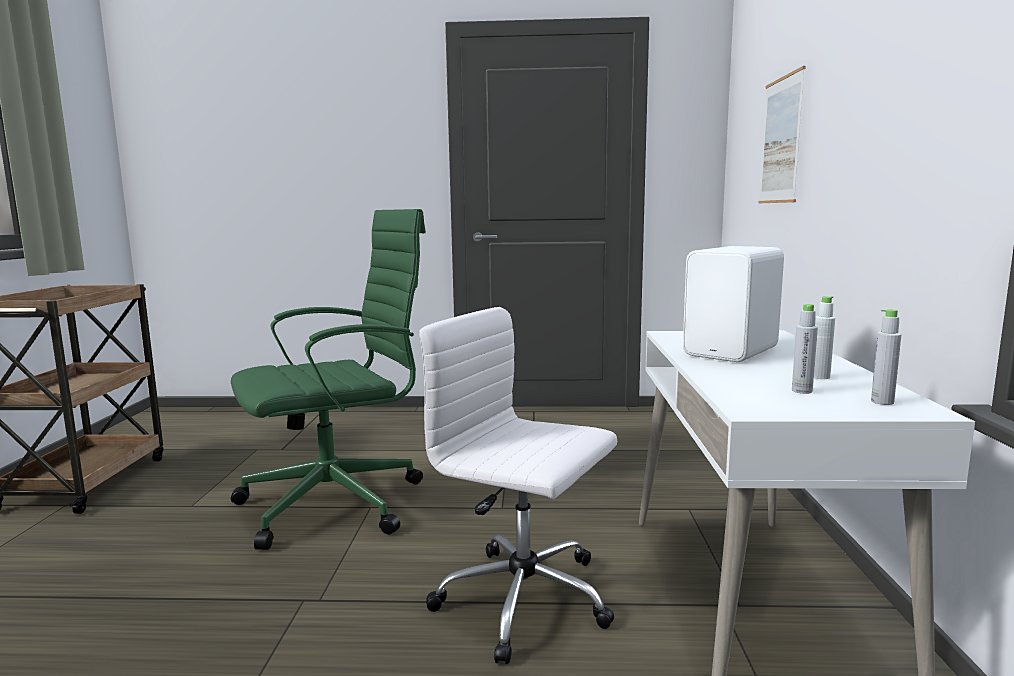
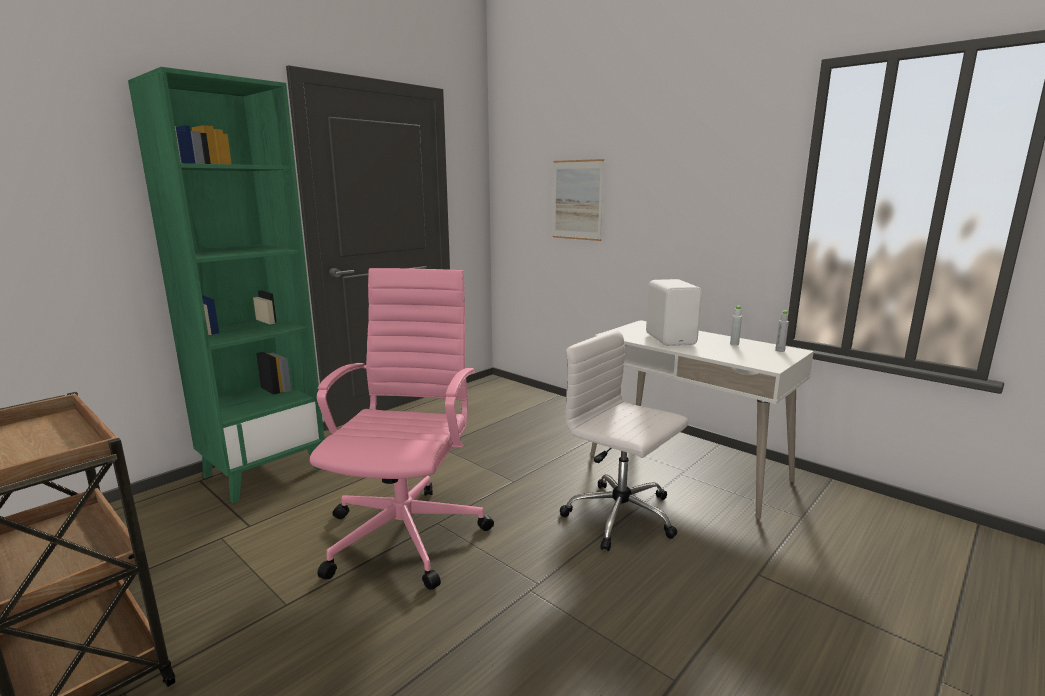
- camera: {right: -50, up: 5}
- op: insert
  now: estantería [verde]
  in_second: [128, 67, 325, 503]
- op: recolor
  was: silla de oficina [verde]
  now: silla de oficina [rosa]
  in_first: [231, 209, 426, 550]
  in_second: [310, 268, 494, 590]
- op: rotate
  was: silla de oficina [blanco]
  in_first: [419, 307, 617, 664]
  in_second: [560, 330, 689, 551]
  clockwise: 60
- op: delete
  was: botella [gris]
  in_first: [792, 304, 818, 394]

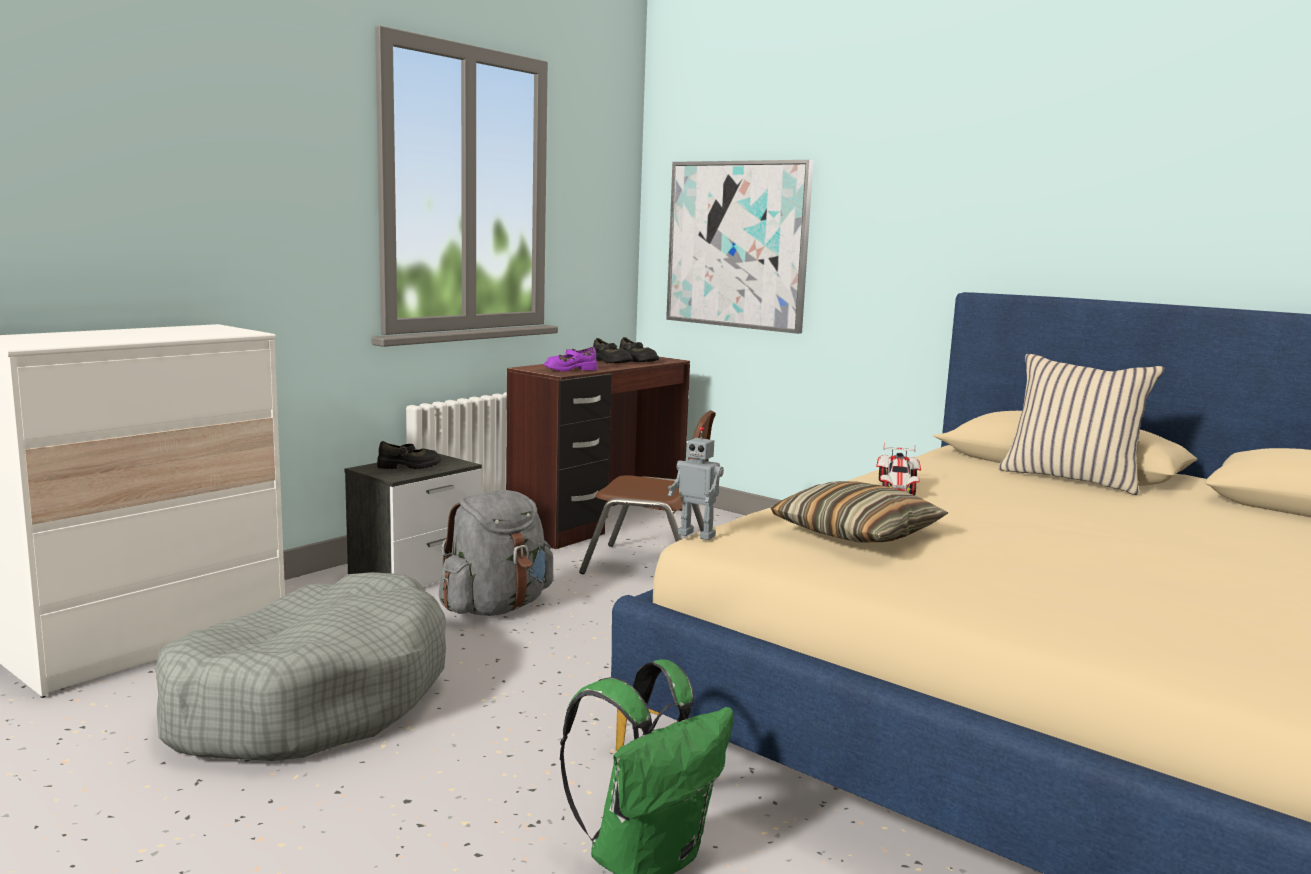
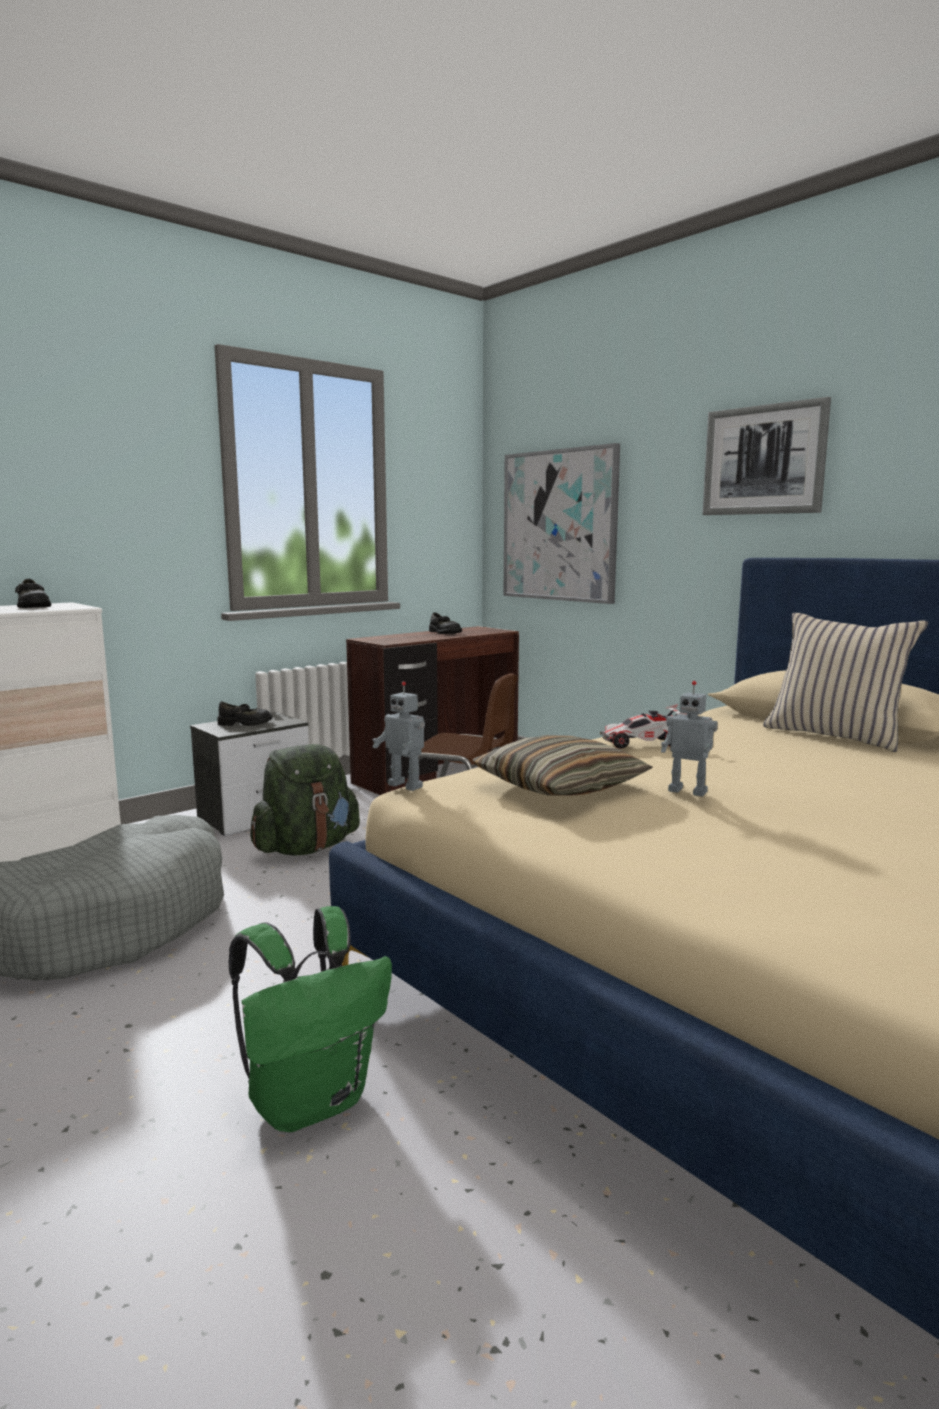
- camera: {right: 10, up: 0}
- op: move
  was: zapato [negro]
  in_first: [620, 337, 659, 362]
  in_second: [15, 579, 51, 608]
- op: recolor
  was: mochila [gris]
  now: mochila [verde]
  in_first: [439, 490, 553, 616]
  in_second: [250, 744, 360, 856]
- op: rotate
  was: coche de juguete
  in_first: [876, 443, 921, 495]
  in_second: [600, 704, 687, 749]
  clockwise: 60
- op: insert
  now: robot de juguete
  in_second: [661, 681, 718, 797]
- op: insert
  now: cuadro
  in_second: [702, 397, 831, 515]
- op: delete
  was: zapato [morado]
  in_first: [544, 347, 597, 371]

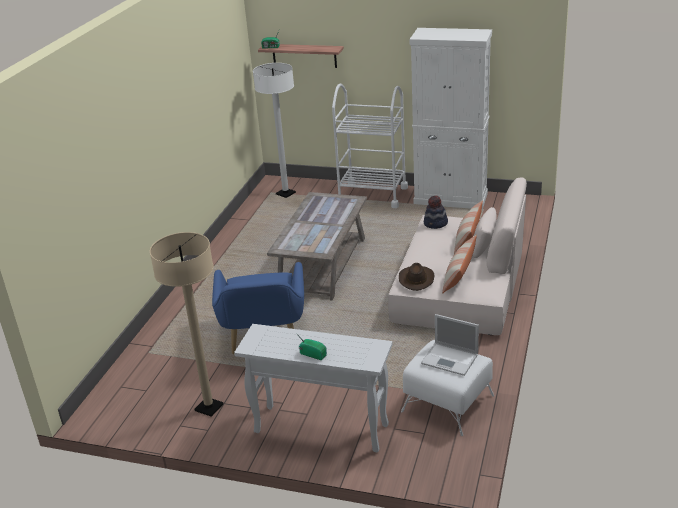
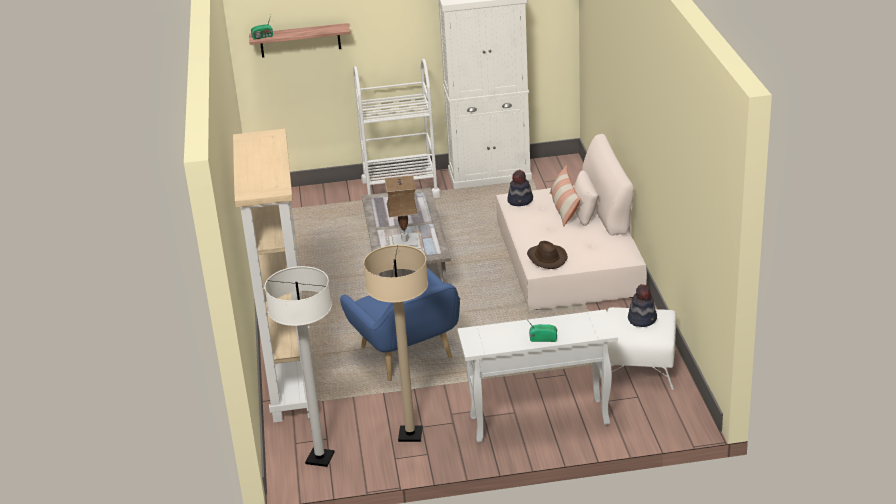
- camera: {right: -25, up: 0}
- op: insert
  now: estantería [beis]
  in_second: [233, 129, 310, 423]
- op: move
  was: lámpara de pie [blanco]
  in_first: [253, 63, 296, 198]
  in_second: [265, 266, 335, 467]
- op: insert
  now: lámpara de mesa
  in_second: [384, 175, 424, 251]
- op: replace
  was: portátil
  now: sombrero
  in_first: [421, 314, 479, 376]
  in_second: [628, 284, 657, 327]
- op: delete
  was: cojín
  in_first: [442, 235, 477, 294]

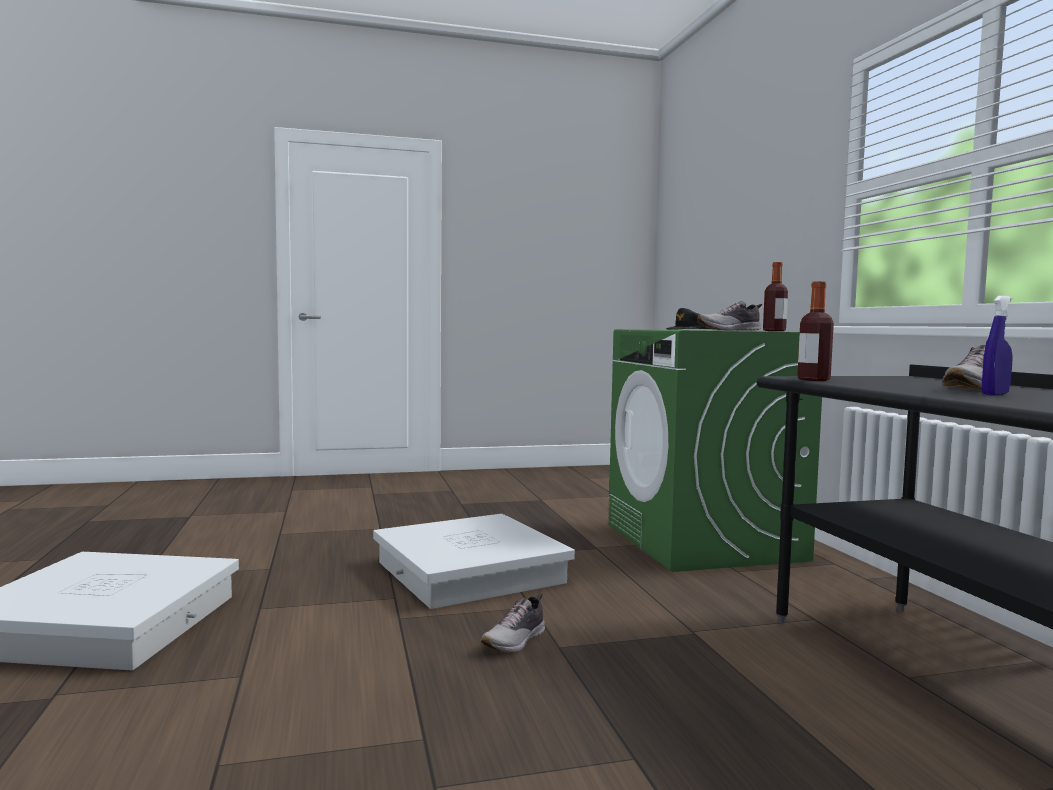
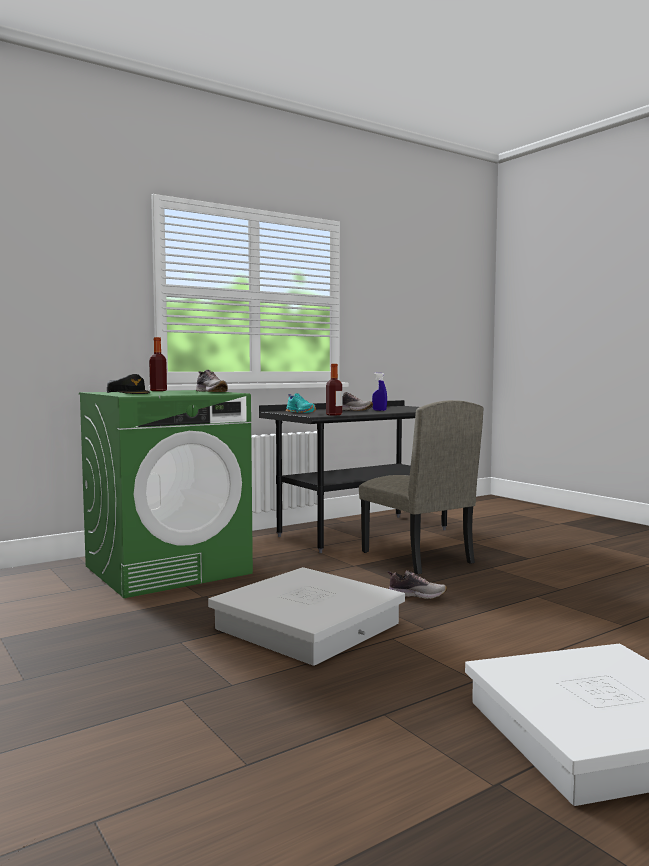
- camera: {right: -110, up: 0}
- op: insert
  now: zapato [turquesa]
  in_second: [286, 393, 316, 413]
- op: insert
  now: silla [beis]
  in_second: [359, 400, 483, 574]

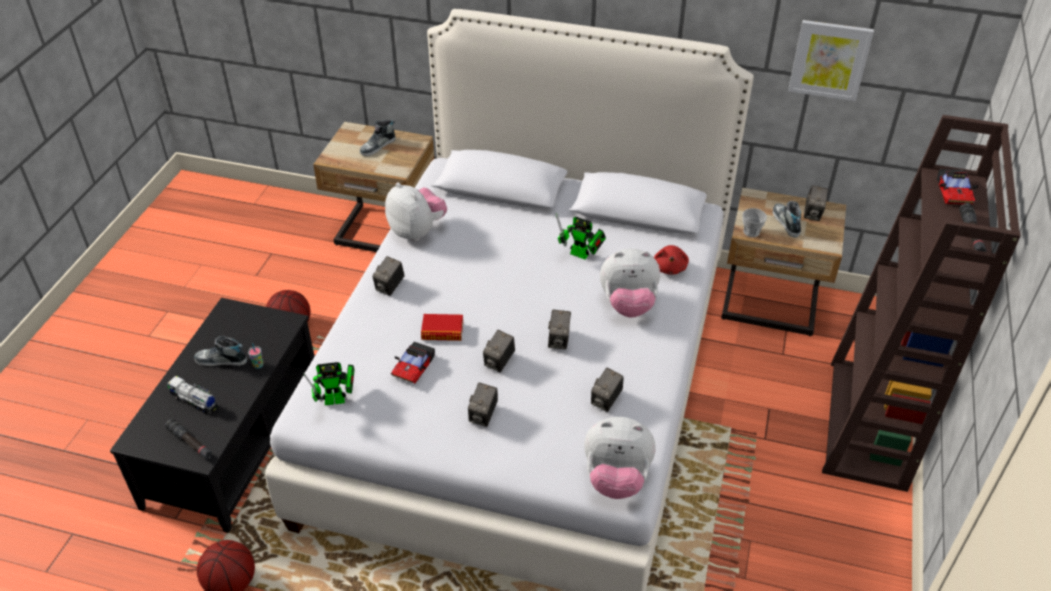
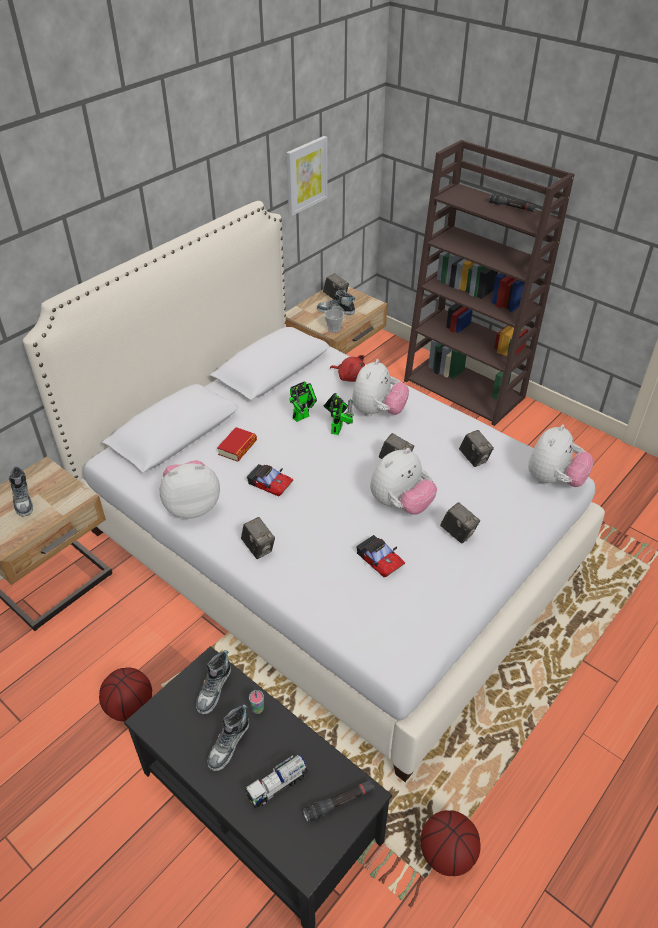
- camera: {right: -65, up: 0}
- op: insert
  now: zapato
  in_second: [196, 650, 231, 714]
- op: move
  was: libro
  in_first: [421, 314, 463, 341]
  in_second: [217, 427, 257, 462]
- op: move
  was: coche de juguete
  in_first: [937, 169, 978, 205]
  in_second: [247, 464, 293, 497]
- op: move
  was: robot de juguete
  in_first: [303, 362, 355, 405]
  in_second: [324, 393, 354, 435]
- op: replace
  was: cámara
  now: peluche
  in_first: [483, 330, 515, 372]
  in_second: [370, 448, 437, 515]

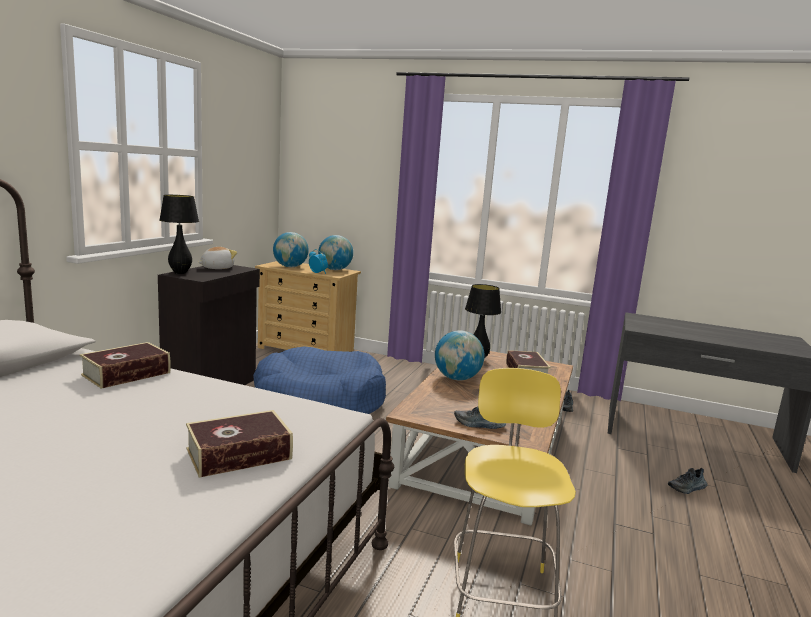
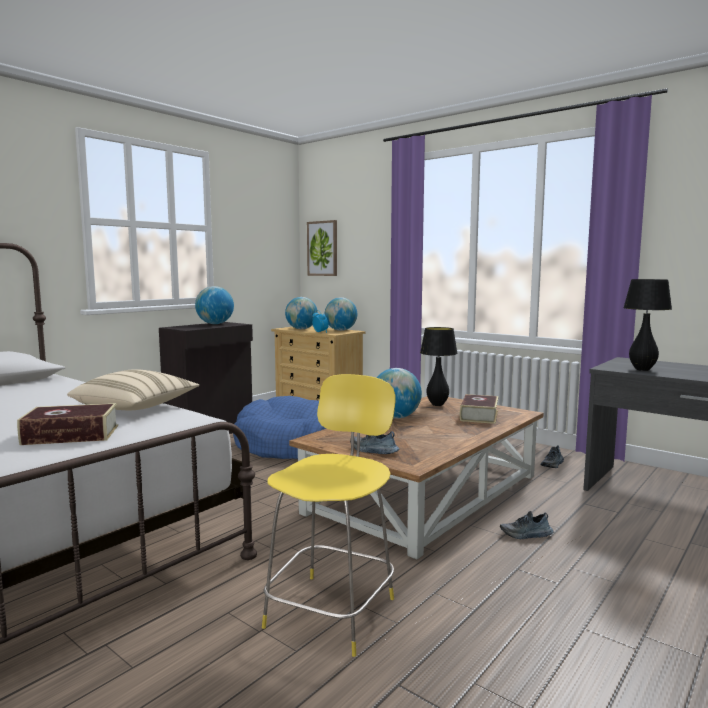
- camera: {right: 20, up: -5}
- op: insert
  now: cojín [beis]
  in_second: [67, 369, 199, 410]
- op: replace
  was: peluche
  now: globo terráqueo
  in_first: [198, 247, 237, 269]
  in_second: [195, 286, 234, 324]
- op: insert
  now: cuadro
  in_second: [307, 220, 337, 276]
- op: move
  was: zapato
  in_first: [668, 468, 708, 494]
  in_second: [500, 511, 554, 539]
- op: move
  was: lámpara de mesa [negro]
  in_first: [159, 195, 199, 274]
  in_second: [623, 279, 672, 371]
- op: delete
  was: libro
  in_first: [80, 342, 171, 389]

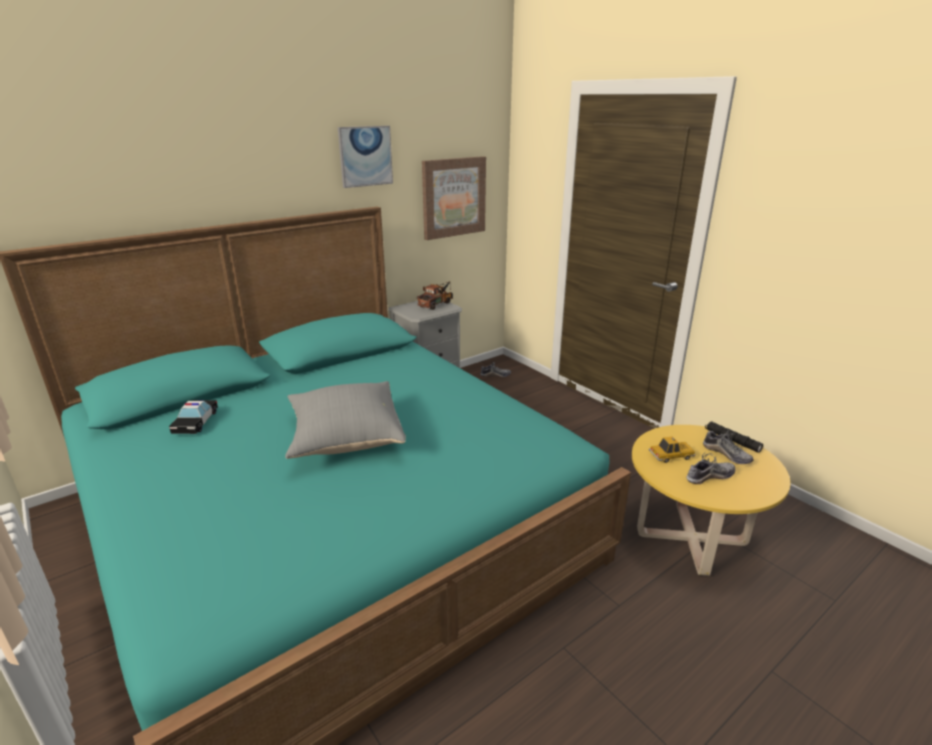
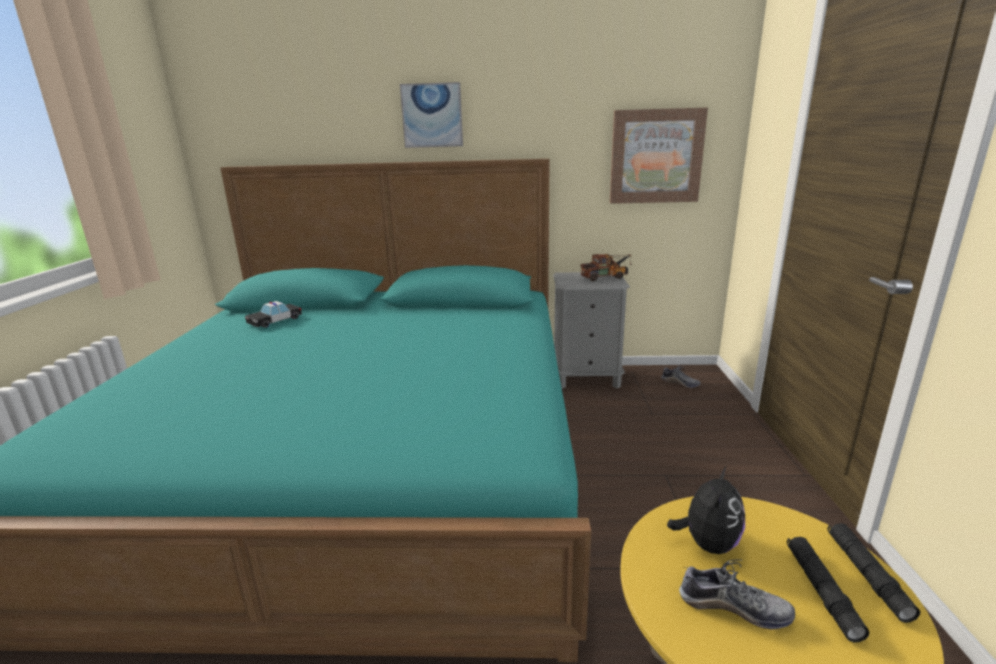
- camera: {right: 40, up: -5}
- op: move
  was: cuadro
  in_first: [338, 126, 393, 188]
  in_second: [400, 82, 463, 148]
- op: replace
  was: coche de juguete
  now: peluche
  in_first: [649, 437, 696, 463]
  in_second: [667, 466, 745, 554]
- op: replace
  was: zapato
  now: linterna [negro]
  in_first: [703, 429, 754, 464]
  in_second: [787, 537, 869, 642]
- op: delete
  was: cojín [gris]
  in_first: [285, 381, 406, 459]

